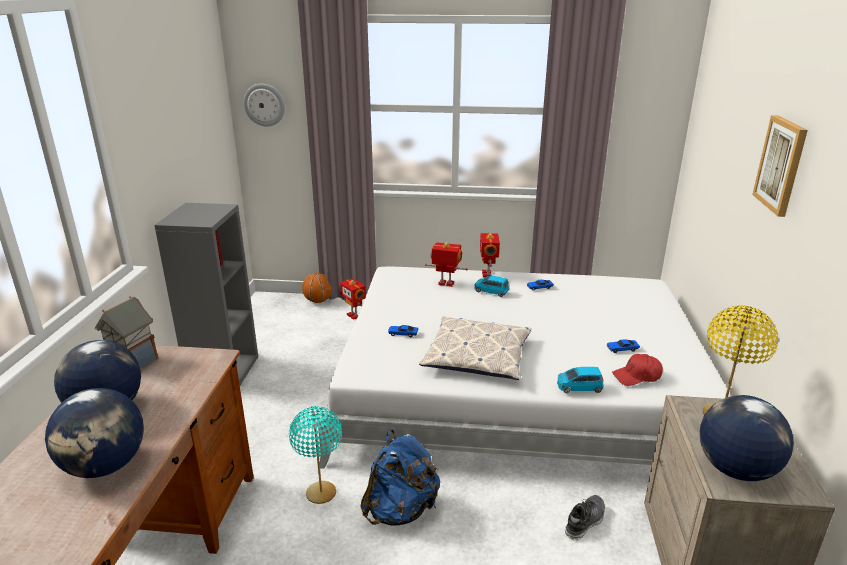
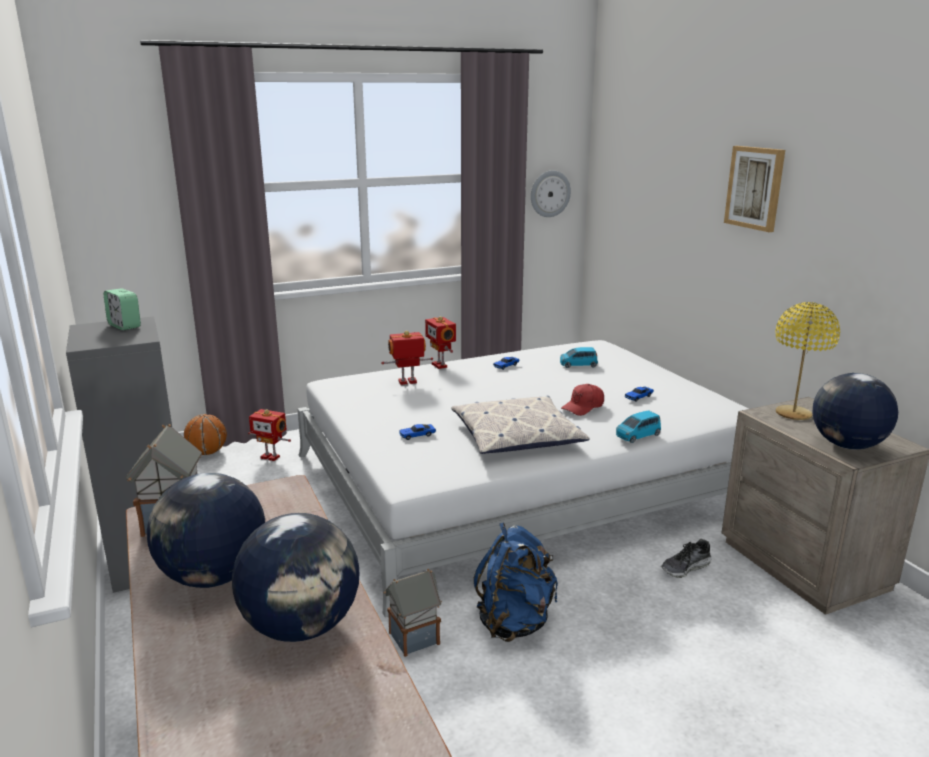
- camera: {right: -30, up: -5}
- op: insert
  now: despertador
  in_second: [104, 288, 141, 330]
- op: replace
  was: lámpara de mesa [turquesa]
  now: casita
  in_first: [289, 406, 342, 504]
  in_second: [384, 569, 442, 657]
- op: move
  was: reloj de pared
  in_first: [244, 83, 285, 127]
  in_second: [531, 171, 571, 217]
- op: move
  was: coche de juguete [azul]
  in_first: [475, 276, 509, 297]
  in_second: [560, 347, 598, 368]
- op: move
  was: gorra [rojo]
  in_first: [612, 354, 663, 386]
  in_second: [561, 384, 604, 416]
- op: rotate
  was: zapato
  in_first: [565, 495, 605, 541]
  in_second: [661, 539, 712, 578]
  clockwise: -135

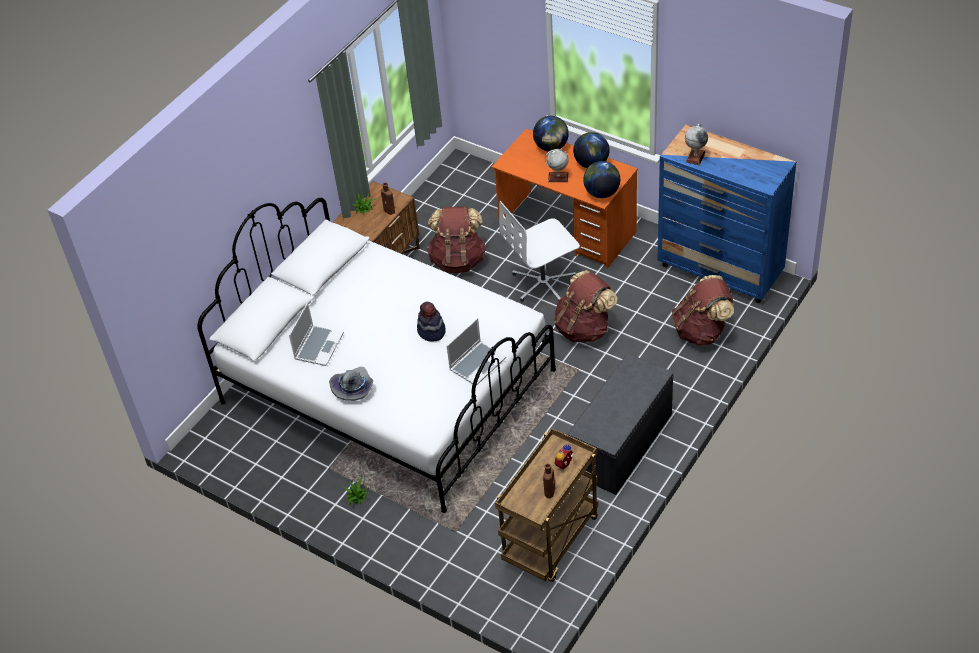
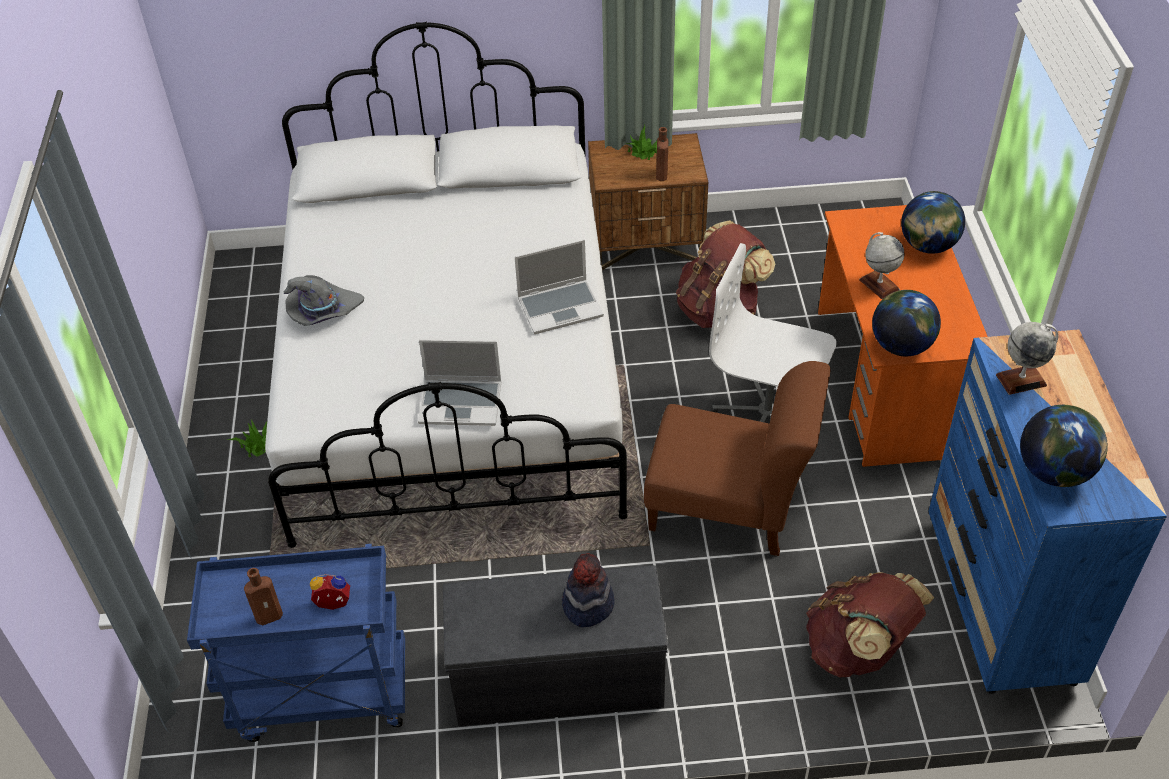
- camera: {right: 50, up: 0}
- op: recolor
  was: carrito [marrón]
  now: carrito [azul]
  in_first: [495, 428, 598, 582]
  in_second: [187, 544, 405, 742]
- op: move
  was: portátil
  in_first: [289, 303, 344, 366]
  in_second: [515, 240, 604, 334]
- op: move
  was: sombrero
  in_first: [417, 302, 446, 341]
  in_second: [562, 553, 615, 627]
- op: replace
  was: mochila [marrón]
  now: silla [marrón]
  in_first: [554, 270, 618, 343]
  in_second: [644, 361, 830, 556]
- op: move
  was: globo terráqueo
  in_first: [573, 132, 610, 168]
  in_second: [1020, 405, 1108, 487]

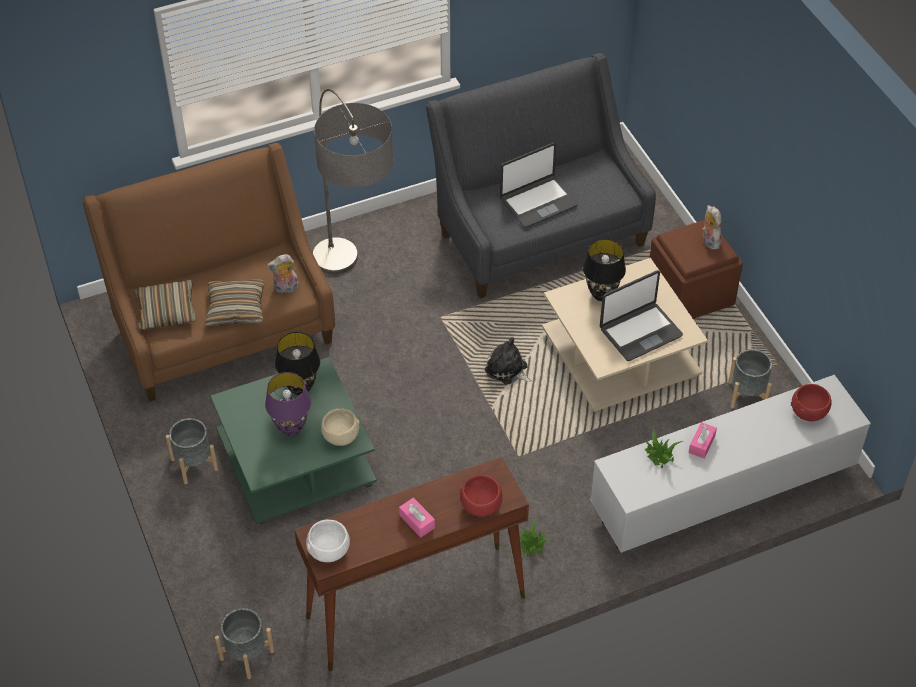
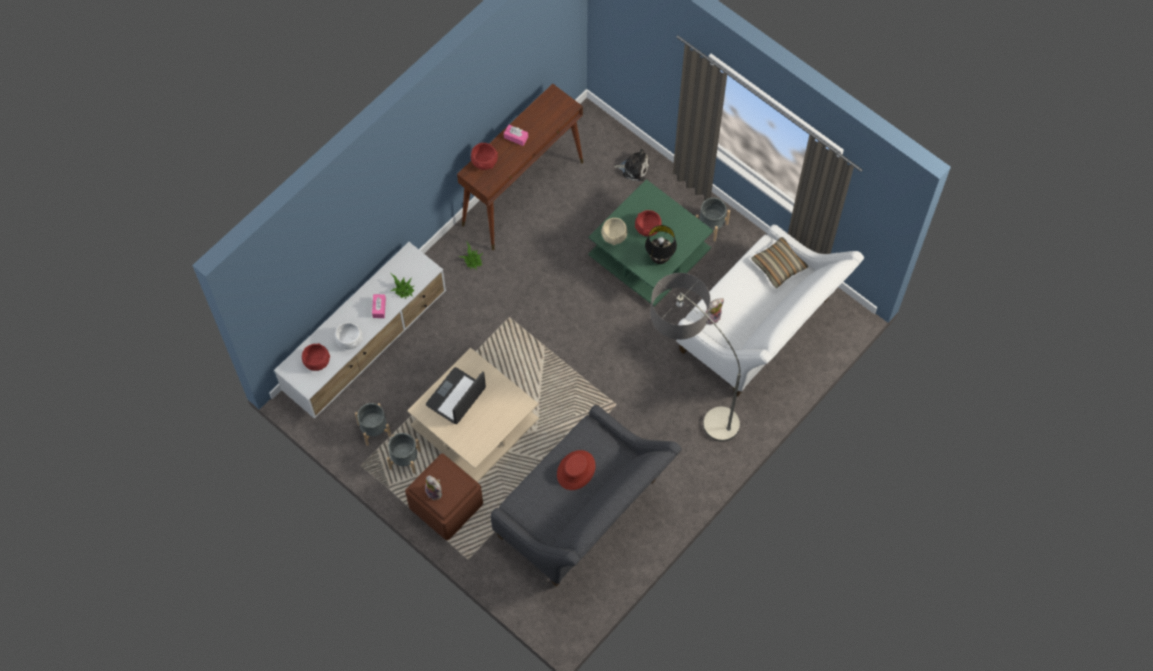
- camera: {right: 155, up: 15}
- op: move
  was: cuenco [blanco]
  in_first: [306, 519, 350, 562]
  in_second: [335, 322, 363, 349]
- op: move
  was: maceta [gris]
  in_first: [215, 608, 274, 679]
  in_second: [387, 433, 421, 474]
- op: replace
  was: portátil
  now: sombrero [rojo]
  in_first: [500, 143, 578, 228]
  in_second: [557, 450, 596, 490]
- op: move
  was: peluche
  in_first: [485, 337, 531, 385]
  in_second: [614, 149, 650, 181]
- op: replace
  was: lámpara de mesa [morado]
  now: cuenco [rojo]
  in_first: [265, 372, 311, 436]
  in_second: [635, 210, 662, 236]
- op: recolor
  was: sofá [marrón]
  now: sofá [blanco]
  in_first: [83, 143, 335, 402]
  in_second: [676, 224, 864, 397]
- op: delete
  was: cojín
  in_first: [205, 279, 264, 325]
- op: delete
  was: lámpara de mesa [negro]
  in_first: [583, 239, 626, 301]

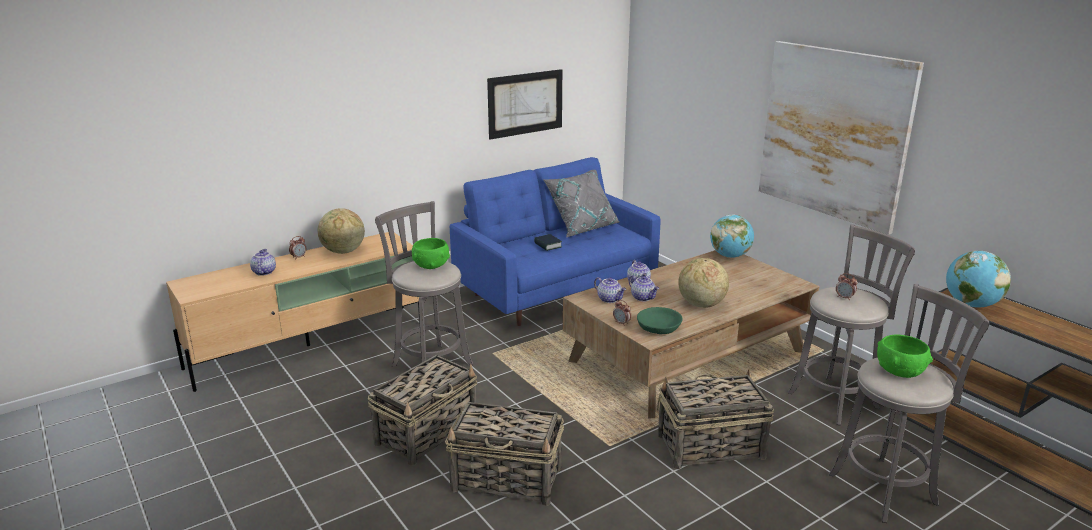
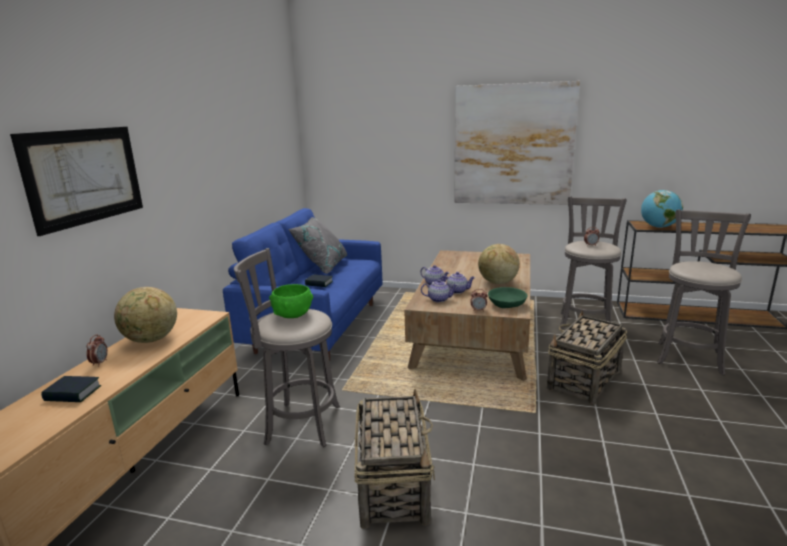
- camera: {right: -40, up: -5}
- op: move
  was: cuadro
  in_first: [487, 69, 562, 139]
  in_second: [10, 127, 143, 236]
- op: replace
  was: tetera
  now: libro
  in_first: [250, 249, 276, 276]
  in_second: [41, 376, 101, 402]
- op: delete
  was: cesta
  in_first: [445, 402, 564, 506]
- op: delete
  was: globo terráqueo
  in_first: [710, 215, 754, 258]
- op: delete
  was: cuenco [verde]
  in_first: [877, 335, 933, 378]

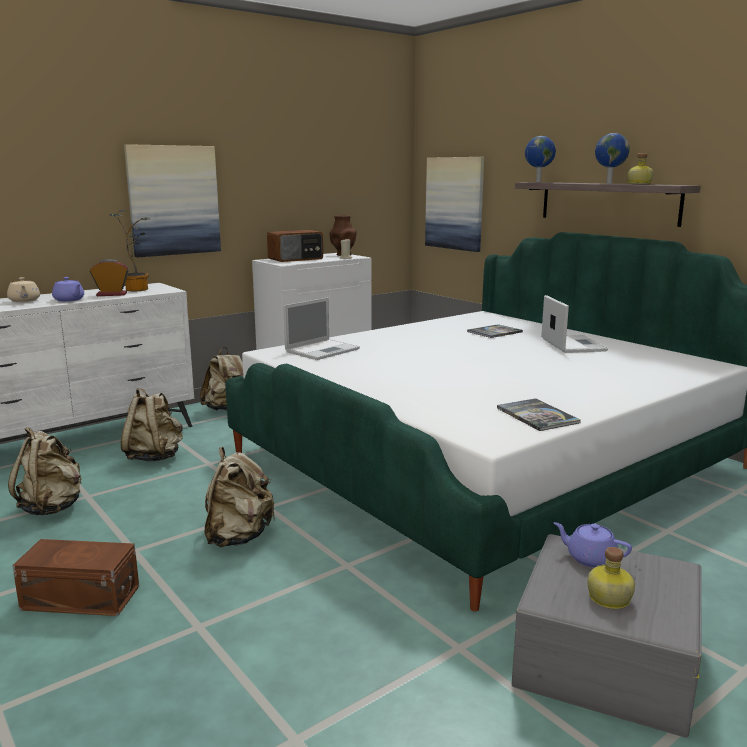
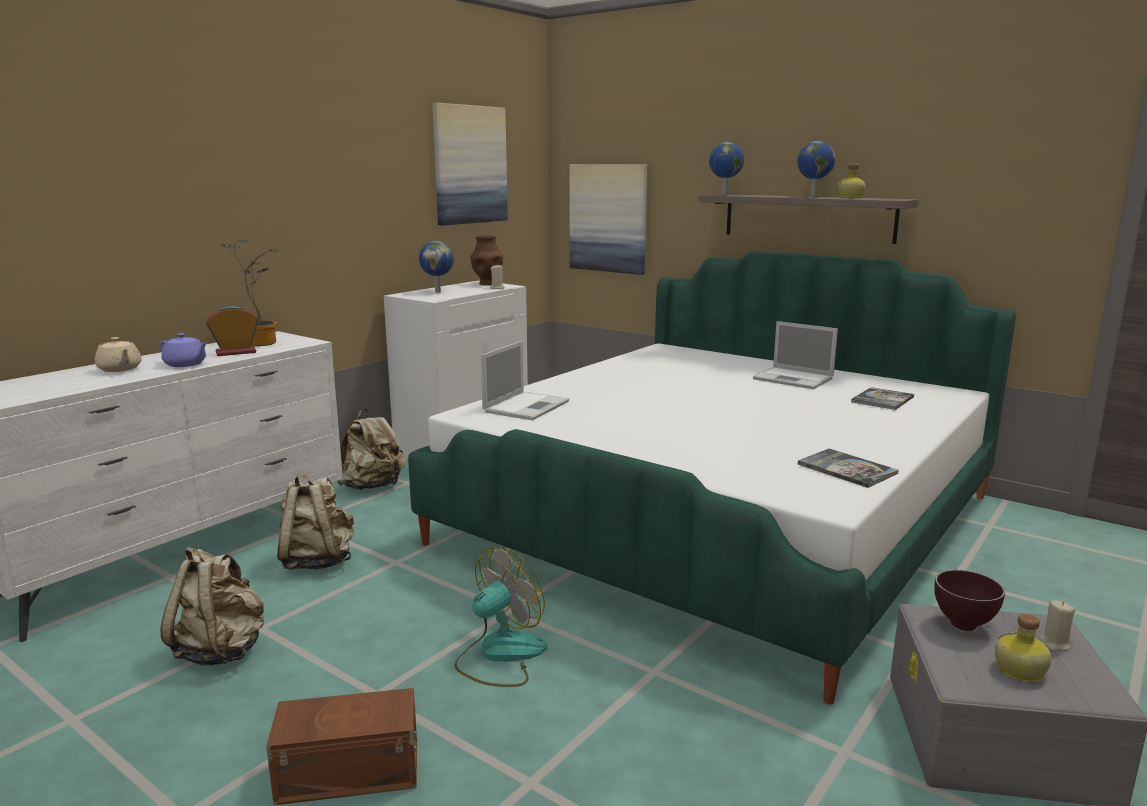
- camera: {right: -15, up: 0}
- op: replace
  was: radio
  now: globo terráqueo
  in_first: [267, 230, 323, 262]
  in_second: [419, 241, 454, 293]
- op: move
  was: cuadro
  in_first: [124, 144, 221, 257]
  in_second: [433, 103, 508, 225]
- op: replace
  was: mochila [beis]
  now: ventilador
  in_first: [205, 447, 275, 547]
  in_second: [454, 547, 547, 687]
- op: rotate
  was: portátil
  in_first: [541, 295, 608, 353]
  in_second: [753, 321, 838, 389]
  clockwise: 150
- op: move
  was: libro
  in_first: [467, 324, 523, 338]
  in_second: [851, 387, 914, 410]
- op: replace
  was: tetera [morado]
  now: cuenco [marrón]
  in_first: [554, 522, 632, 568]
  in_second: [934, 570, 1005, 631]
- op: insert
  now: vela [beis]
  in_second: [1040, 601, 1075, 651]

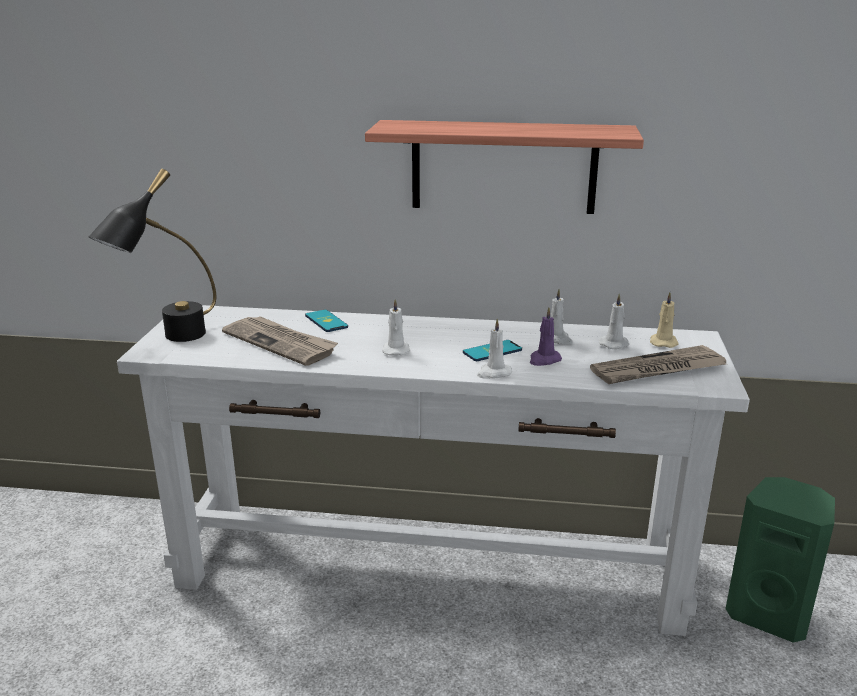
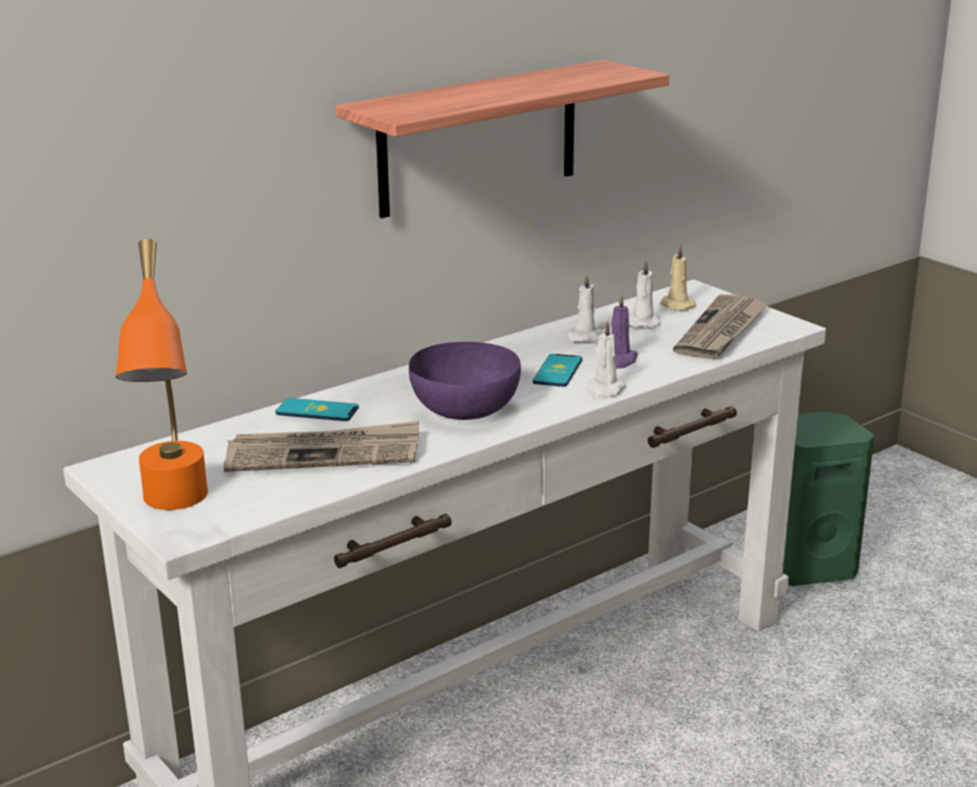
- camera: {right: -45, up: 0}
- op: recolor
  was: lámpara de mesa [negro]
  now: lámpara de mesa [naranja]
  in_first: [89, 169, 216, 342]
  in_second: [116, 239, 208, 510]
- op: replace
  was: vela [blanco]
  now: cuenco [morado]
  in_first: [382, 299, 410, 356]
  in_second: [409, 342, 521, 420]

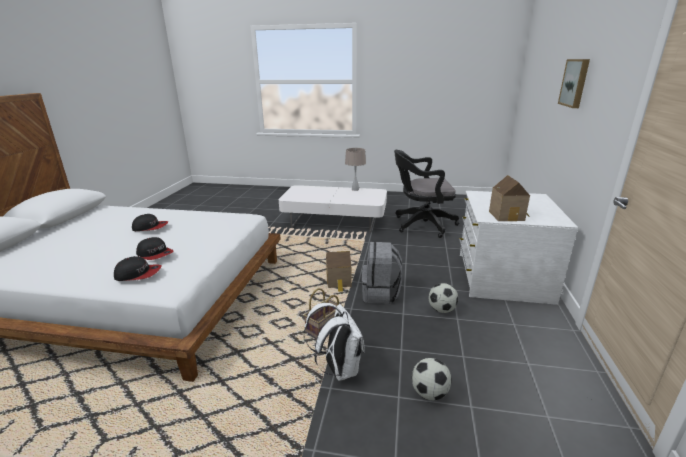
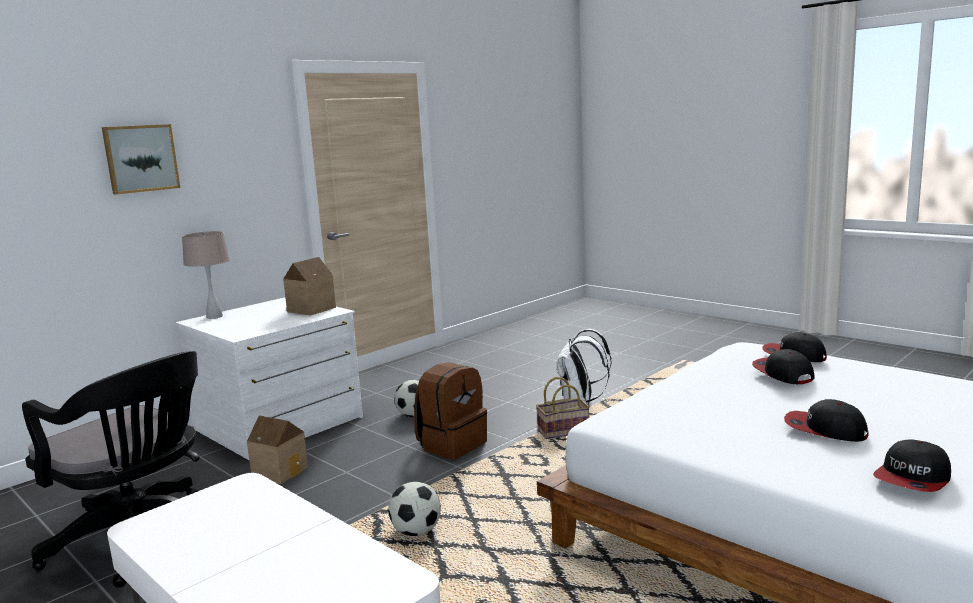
- camera: {right: -145, up: -10}
- op: move
  was: lámpara de mesa [beis]
  in_first: [345, 148, 366, 191]
  in_second: [182, 231, 230, 319]
- op: move
  was: casita
  in_first: [326, 251, 351, 292]
  in_second: [247, 415, 308, 484]
- op: move
  was: balón de fútbol
  in_first: [412, 358, 451, 400]
  in_second: [388, 482, 441, 536]
- op: recolor
  was: mochila [gris]
  now: mochila [marrón]
  in_first: [362, 242, 402, 304]
  in_second: [414, 362, 487, 459]
- op: insert
  now: gorra
  in_second: [873, 439, 951, 492]

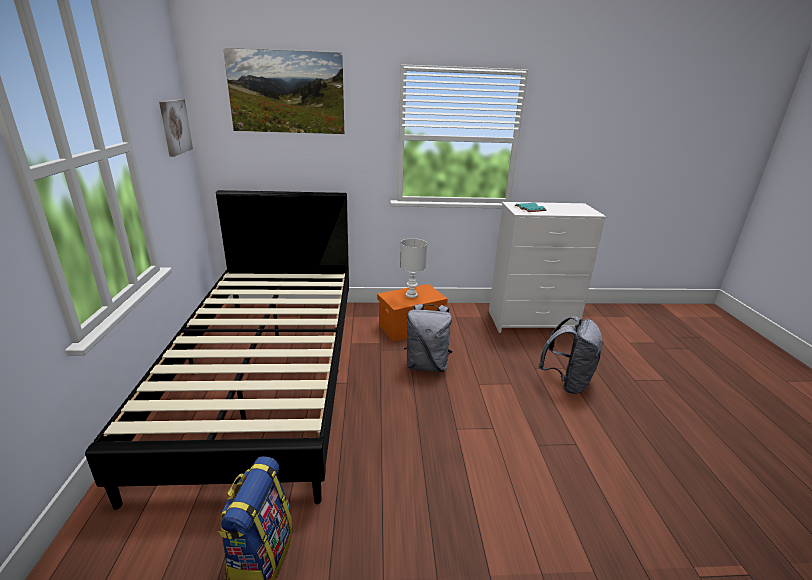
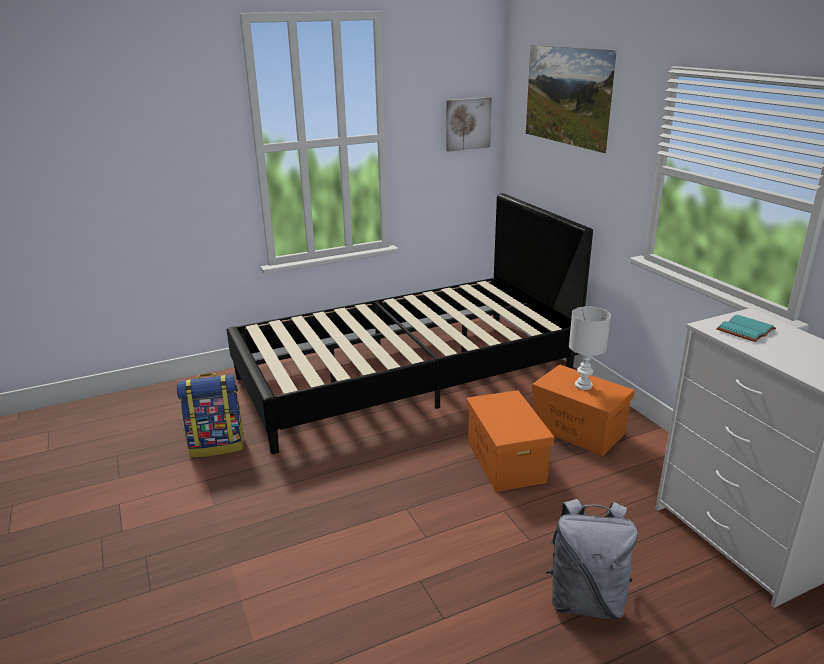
- camera: {right: 70, up: 0}
- op: replace
  was: mochila [gris]
  now: caja de almacenaje [naranja]
  in_first: [404, 304, 453, 372]
  in_second: [466, 390, 554, 492]

